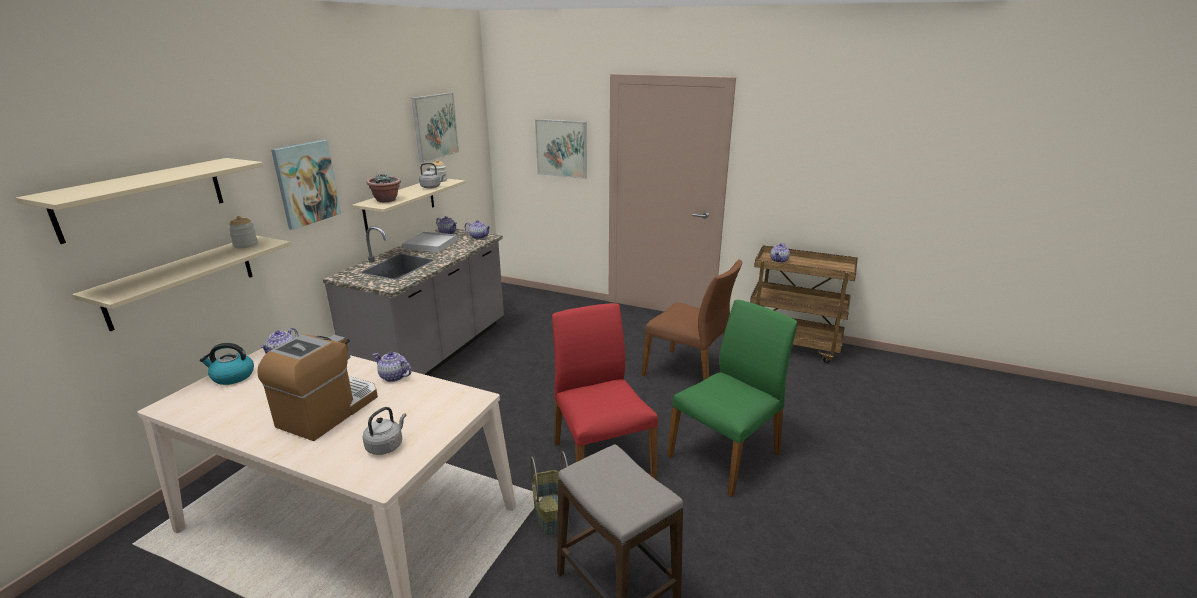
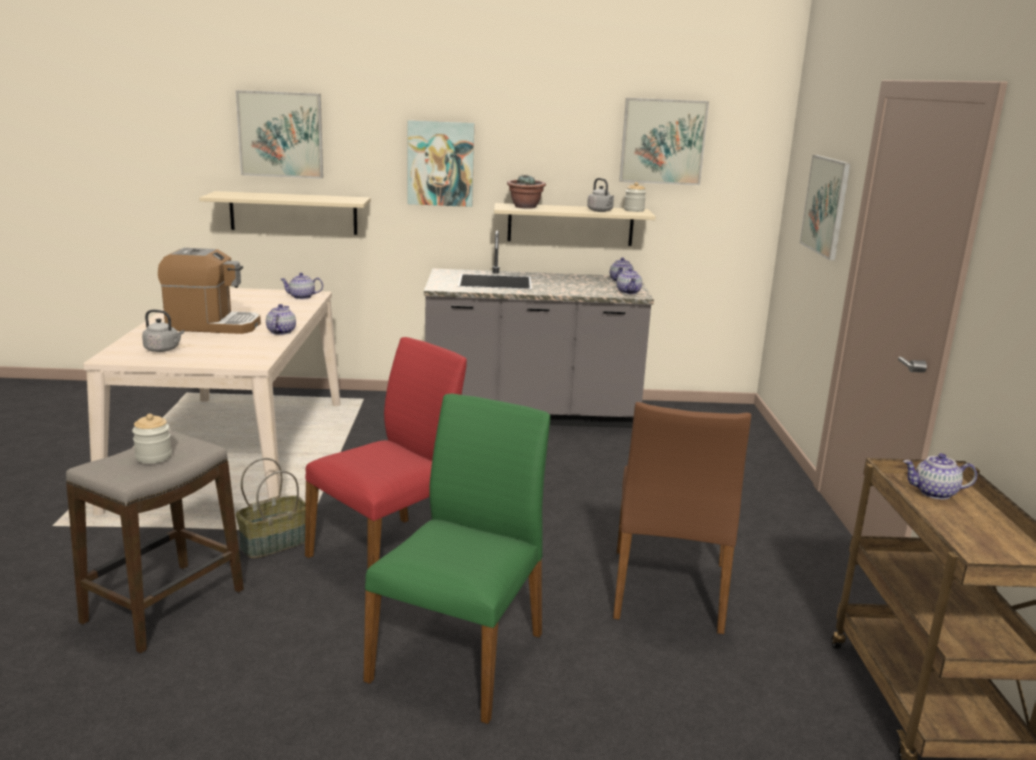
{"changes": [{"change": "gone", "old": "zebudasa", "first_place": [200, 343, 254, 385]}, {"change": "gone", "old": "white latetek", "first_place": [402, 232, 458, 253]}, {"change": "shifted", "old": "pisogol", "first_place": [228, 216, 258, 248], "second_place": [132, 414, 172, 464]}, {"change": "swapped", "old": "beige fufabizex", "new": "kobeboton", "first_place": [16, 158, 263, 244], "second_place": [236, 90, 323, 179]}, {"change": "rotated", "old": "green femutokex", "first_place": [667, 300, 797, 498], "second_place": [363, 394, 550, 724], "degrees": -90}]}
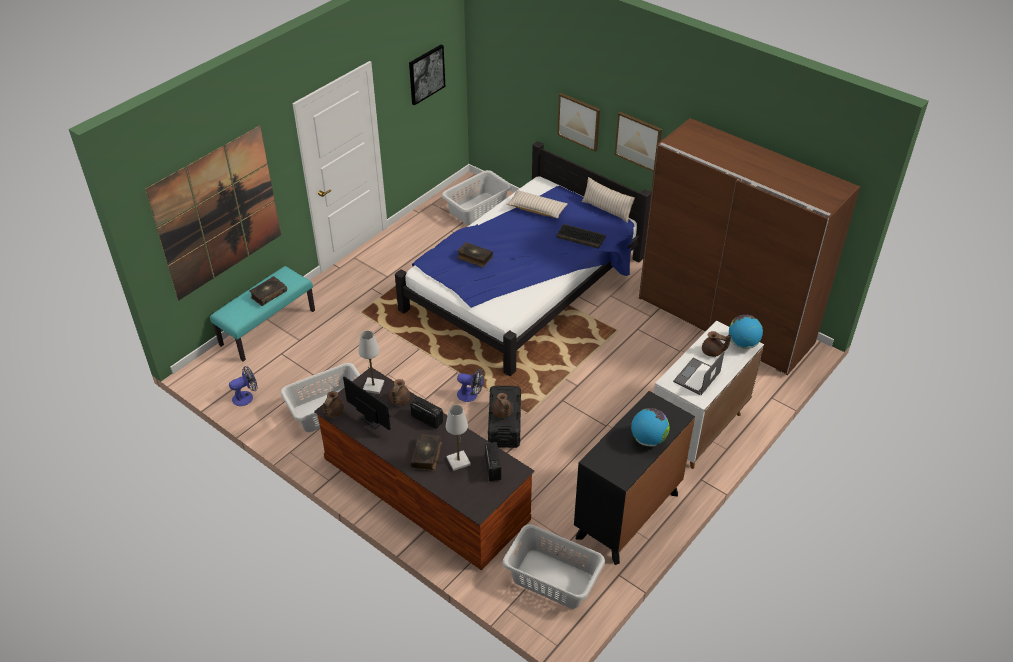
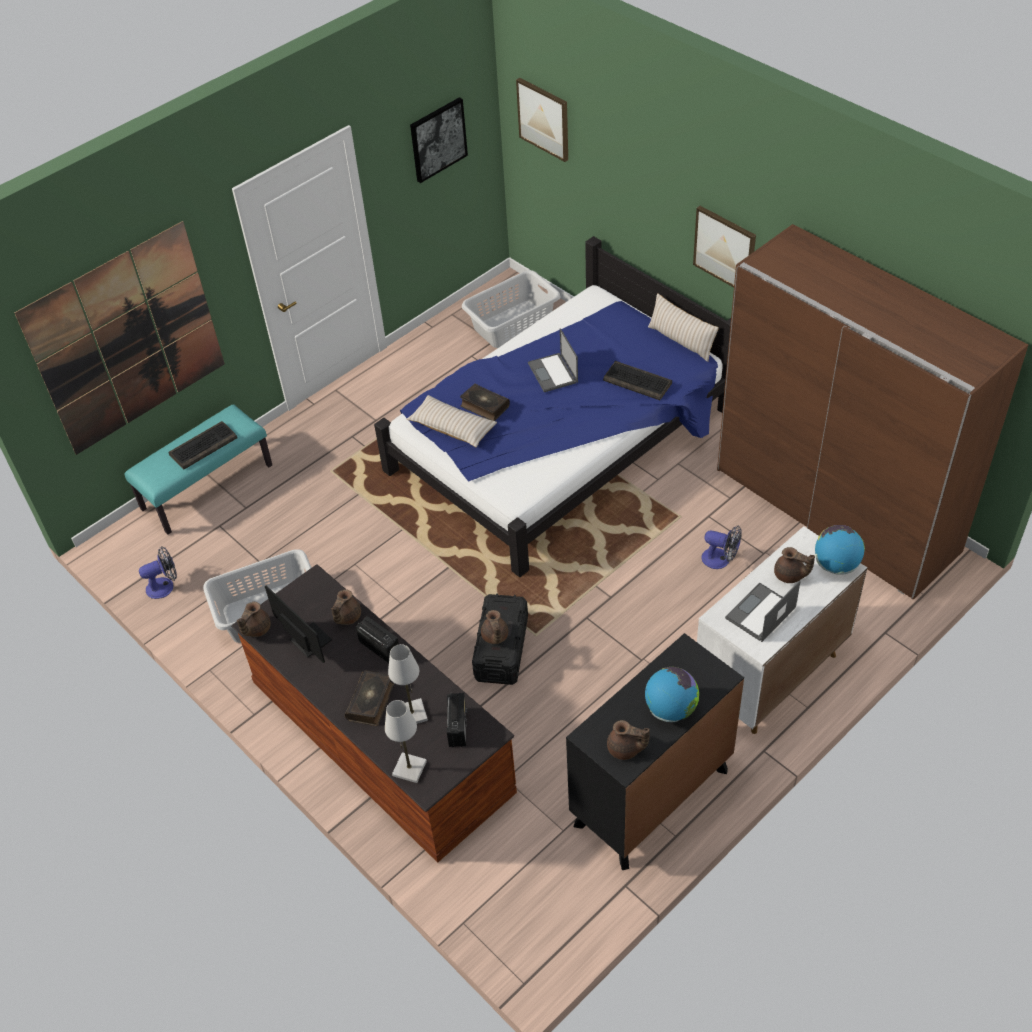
{"changes": [{"change": "gone", "old": "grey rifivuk", "first_place": [502, 524, 605, 609]}, {"change": "new", "new": "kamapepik", "second_place": [528, 328, 578, 392]}, {"change": "new", "new": "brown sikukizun", "second_place": [607, 720, 650, 760]}, {"change": "shifted", "old": "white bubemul", "first_place": [358, 331, 384, 394], "second_place": [385, 700, 427, 783]}, {"change": "shifted", "old": "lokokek", "first_place": [457, 368, 484, 402], "second_place": [701, 525, 742, 569]}, {"change": "shifted", "old": "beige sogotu", "first_place": [506, 190, 568, 219], "second_place": [407, 395, 497, 447]}, {"change": "shifted", "old": "kobeboton", "first_place": [557, 93, 600, 152], "second_place": [516, 78, 568, 162]}, {"change": "swapped", "old": "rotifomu", "new": "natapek", "first_place": [249, 276, 287, 306], "second_place": [168, 421, 238, 470]}]}
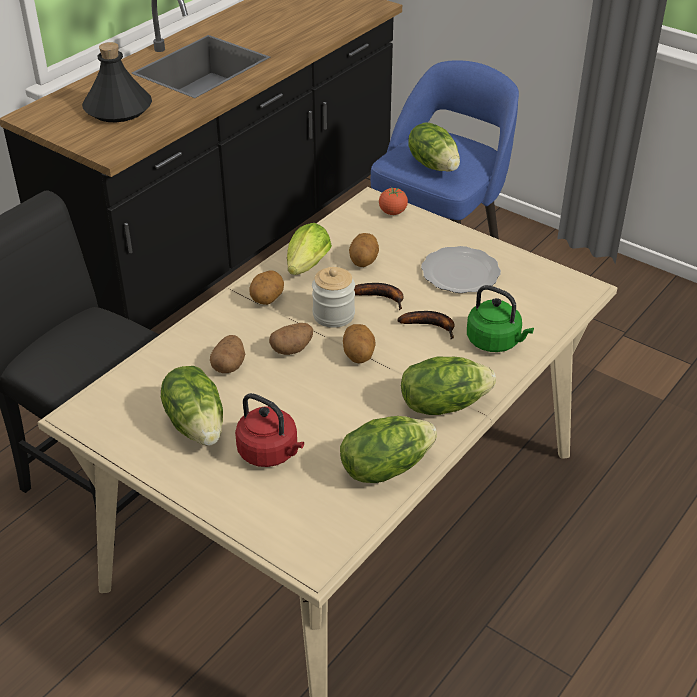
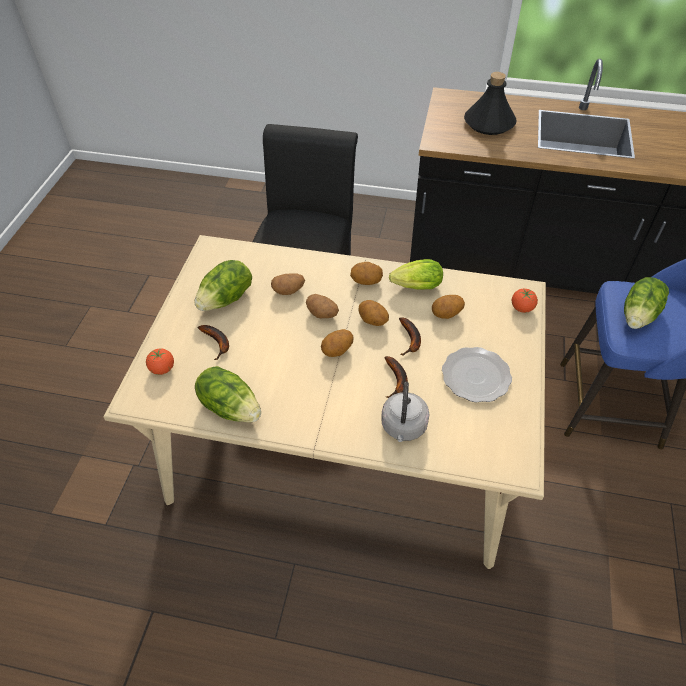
{"changes": [{"change": "gone", "old": "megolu", "first_place": [401, 356, 496, 415]}, {"change": "new", "new": "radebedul", "second_place": [146, 349, 174, 375]}, {"change": "swapped", "old": "red zebudasa", "new": "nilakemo", "first_place": [235, 393, 304, 467], "second_place": [198, 325, 229, 360]}, {"change": "swapped", "old": "pisogol", "new": "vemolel", "first_place": [312, 267, 355, 328], "second_place": [358, 300, 389, 326]}, {"change": "repainted", "old": "green zebudasa", "new": "grey zebudasa", "first_place": [467, 285, 534, 352], "second_place": [381, 382, 429, 442]}]}
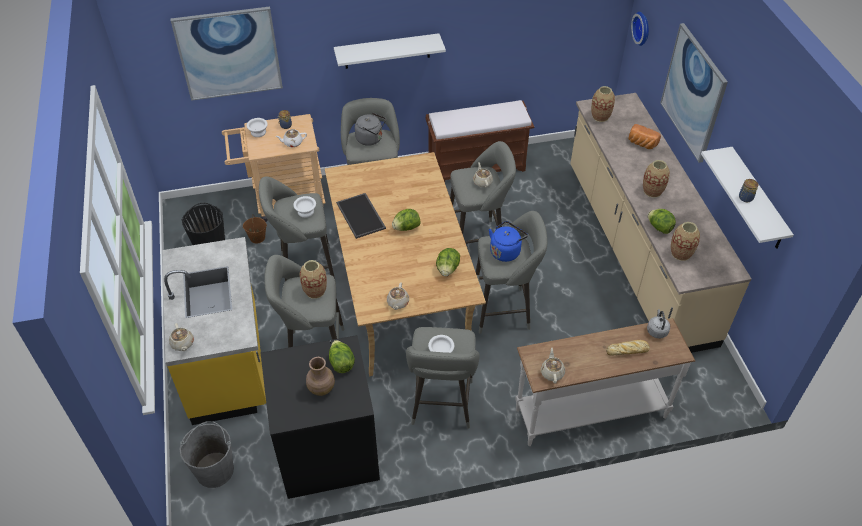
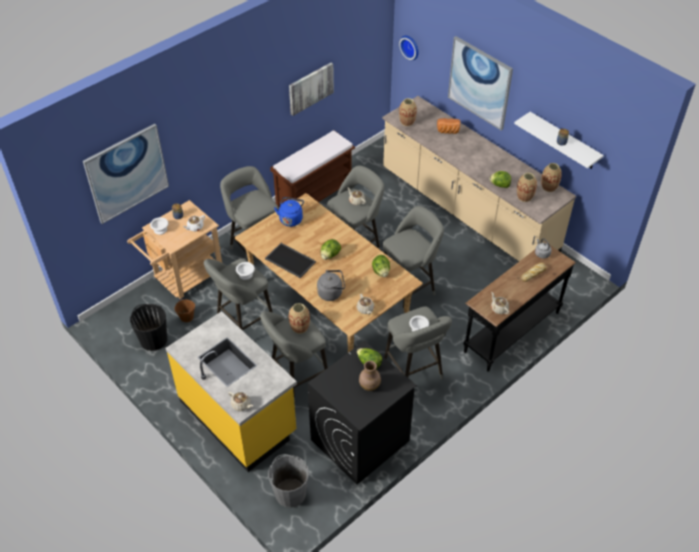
{"changes": [{"change": "gone", "old": "white fufabizex", "first_place": [334, 33, 446, 69]}, {"change": "new", "new": "kobeboton", "second_place": [289, 63, 334, 116]}, {"change": "shifted", "old": "grey zebudasa", "first_place": [355, 113, 386, 146], "second_place": [317, 270, 345, 301]}, {"change": "shifted", "old": "blue zebudasa", "first_place": [489, 221, 528, 262], "second_place": [274, 197, 304, 227]}, {"change": "shifted", "old": "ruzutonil", "first_place": [643, 160, 670, 198], "second_place": [541, 163, 562, 192]}, {"change": "repainted", "old": "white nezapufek", "new": "black nezapufek", "first_place": [515, 318, 695, 446], "second_place": [463, 242, 576, 372]}]}
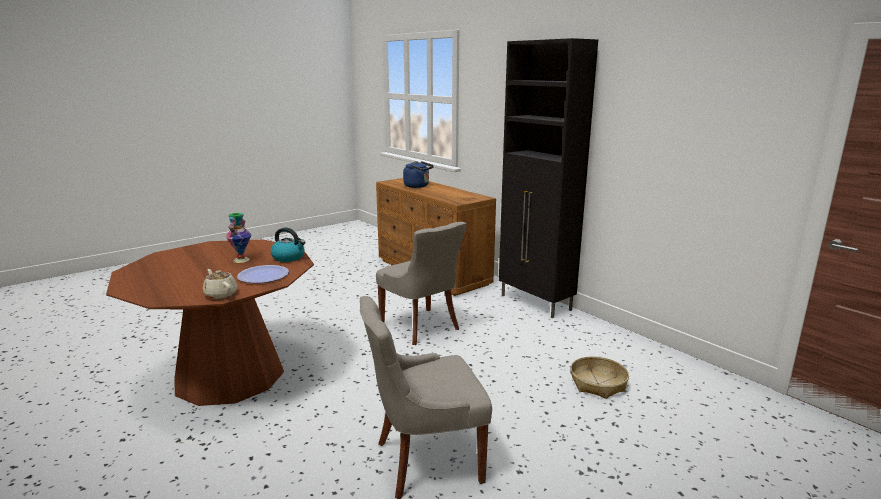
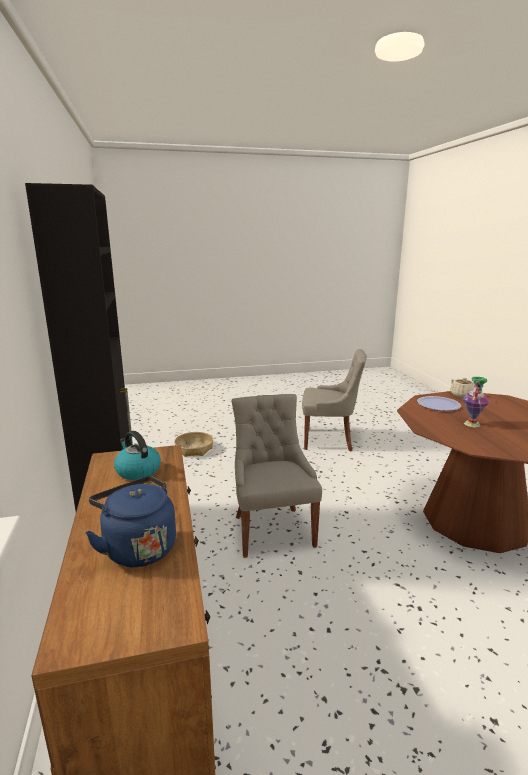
{"changes": [{"change": "shifted", "old": "zebudasa", "first_place": [271, 227, 305, 262], "second_place": [114, 431, 161, 480]}]}
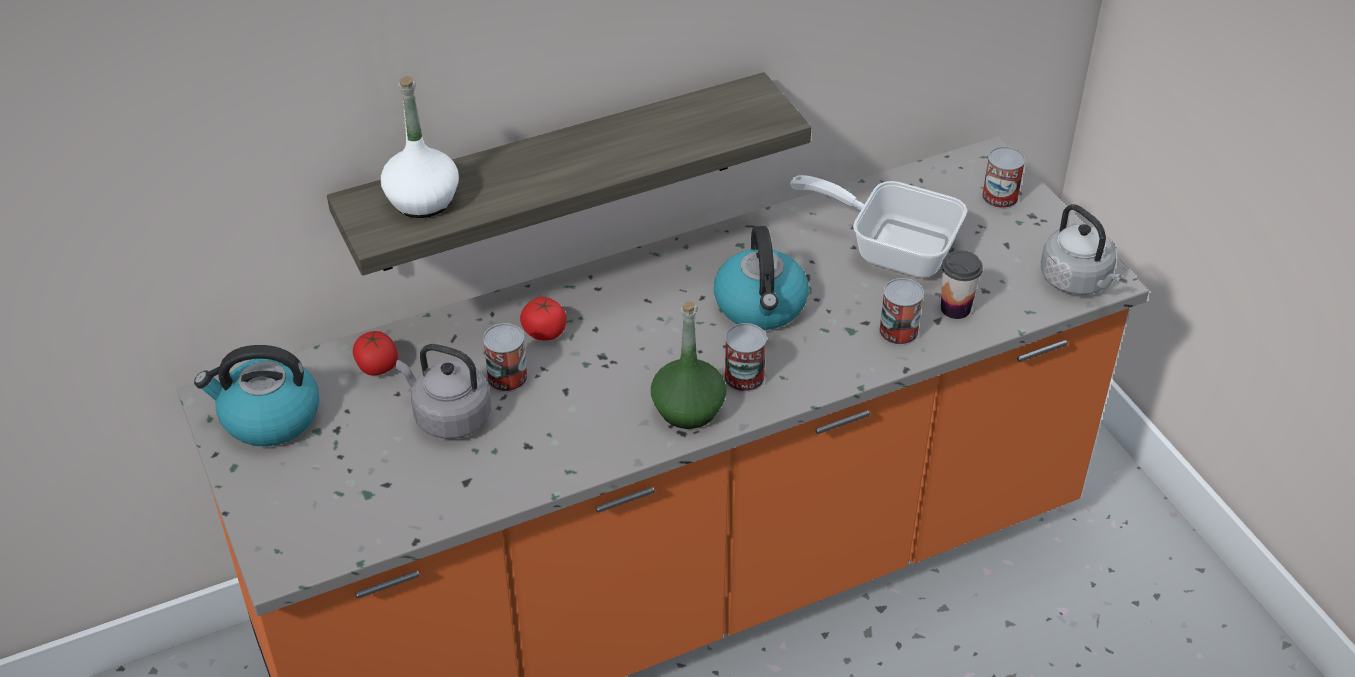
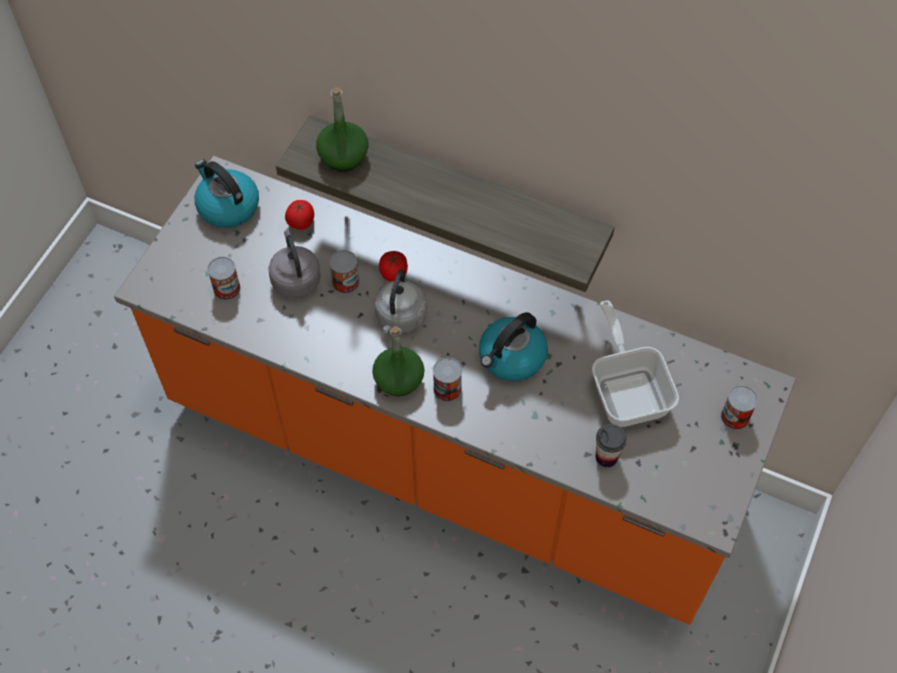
{"changes": [{"change": "shifted", "old": "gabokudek", "first_place": [879, 278, 924, 345], "second_place": [207, 257, 241, 300]}, {"change": "shifted", "old": "grey zebudasa", "first_place": [1041, 204, 1122, 295], "second_place": [375, 269, 427, 333]}, {"change": "repainted", "old": "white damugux", "new": "green damugux", "first_place": [381, 76, 459, 218], "second_place": [316, 87, 369, 171]}]}
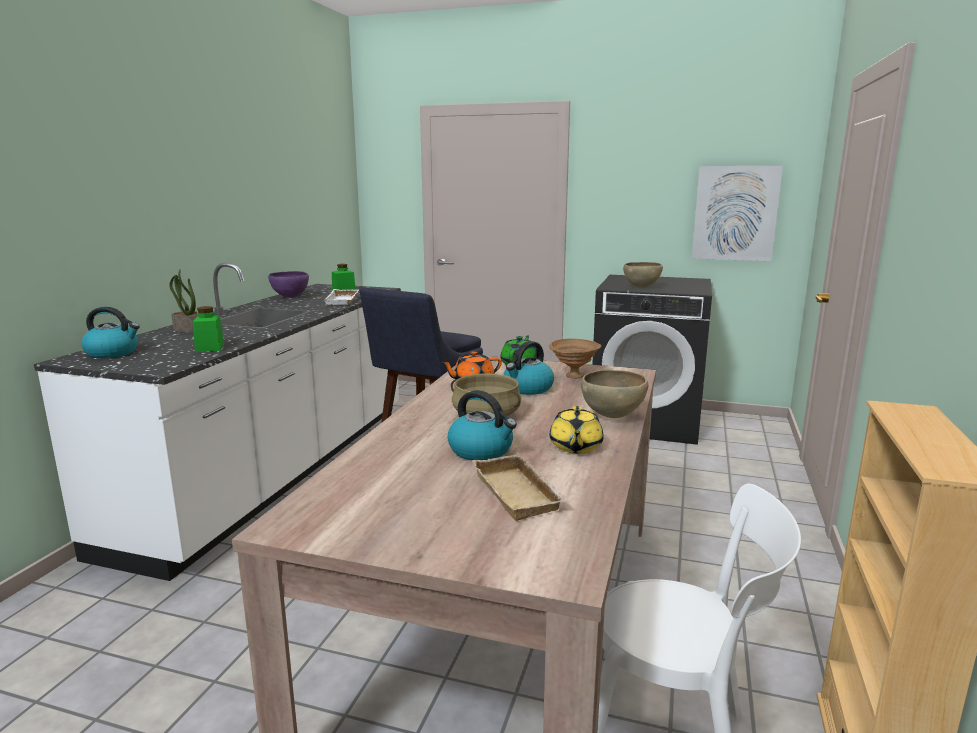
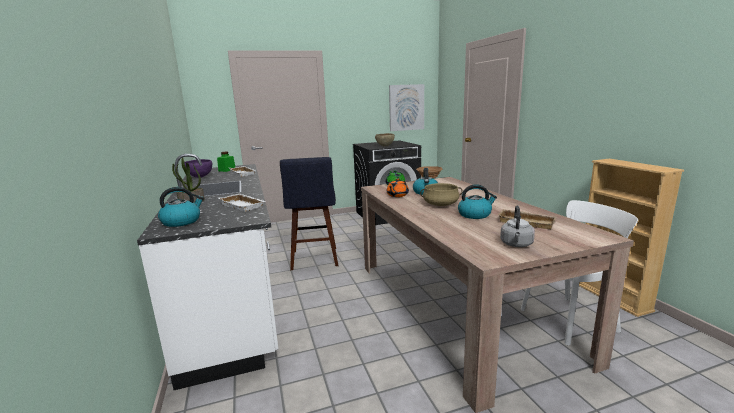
{"changes": [{"change": "gone", "old": "yellow sikukizun", "first_place": [550, 406, 604, 454]}, {"change": "gone", "old": "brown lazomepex", "first_place": [581, 370, 648, 418]}, {"change": "new", "new": "grey zebudasa", "second_place": [500, 205, 535, 247]}, {"change": "swapped", "old": "green pisogol", "new": "white latetek", "first_place": [193, 306, 224, 352], "second_place": [219, 194, 266, 212]}]}
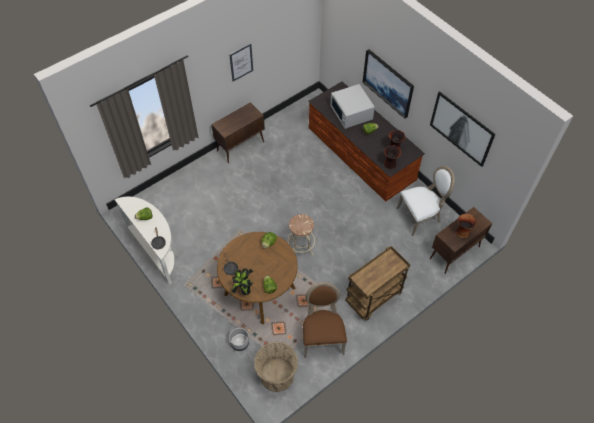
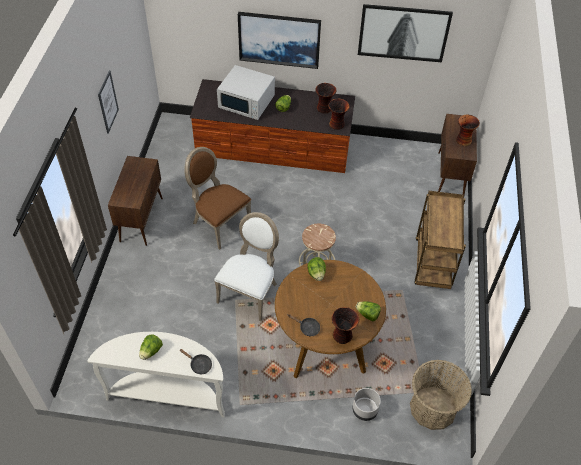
{"changes": [{"change": "shifted", "old": "brown femutokex", "first_place": [303, 282, 347, 358], "second_place": [184, 147, 251, 250]}, {"change": "shifted", "old": "white femutokex", "first_place": [396, 166, 455, 236], "second_place": [214, 212, 279, 321]}, {"change": "swapped", "old": "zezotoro", "new": "ruzutonil", "first_place": [231, 268, 253, 295], "second_place": [332, 307, 359, 344]}]}
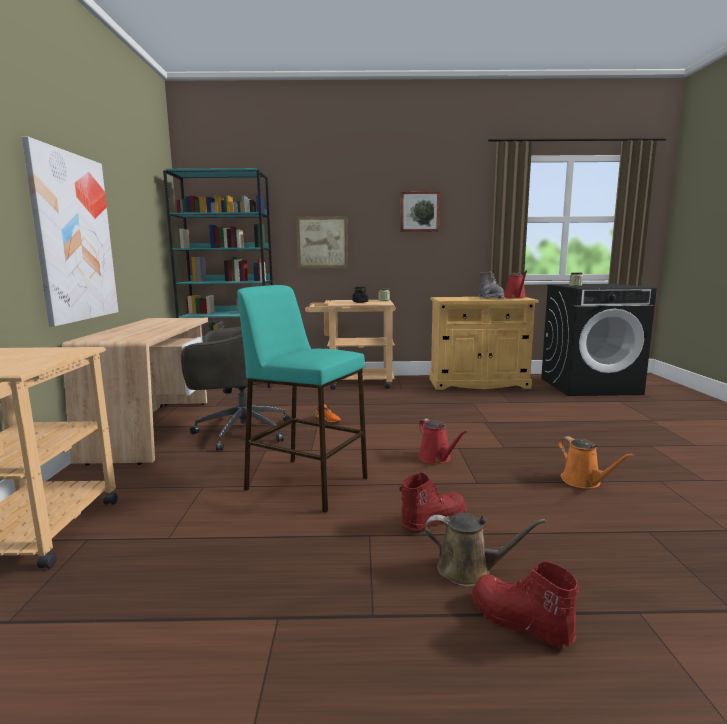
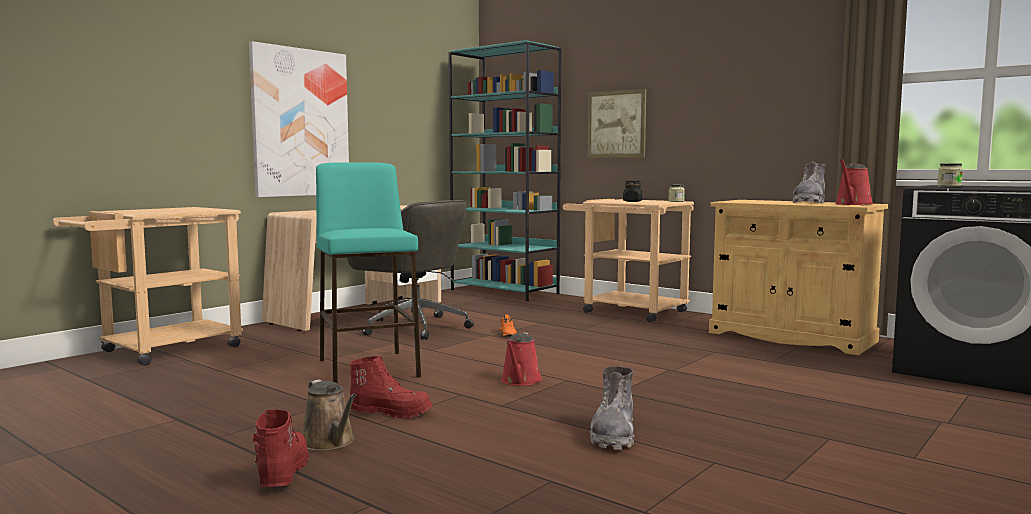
{"changes": [{"change": "gone", "old": "kobeboton", "first_place": [400, 191, 440, 232]}, {"change": "swapped", "old": "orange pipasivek", "new": "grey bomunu", "first_place": [558, 436, 634, 489], "second_place": [589, 366, 634, 450]}]}
